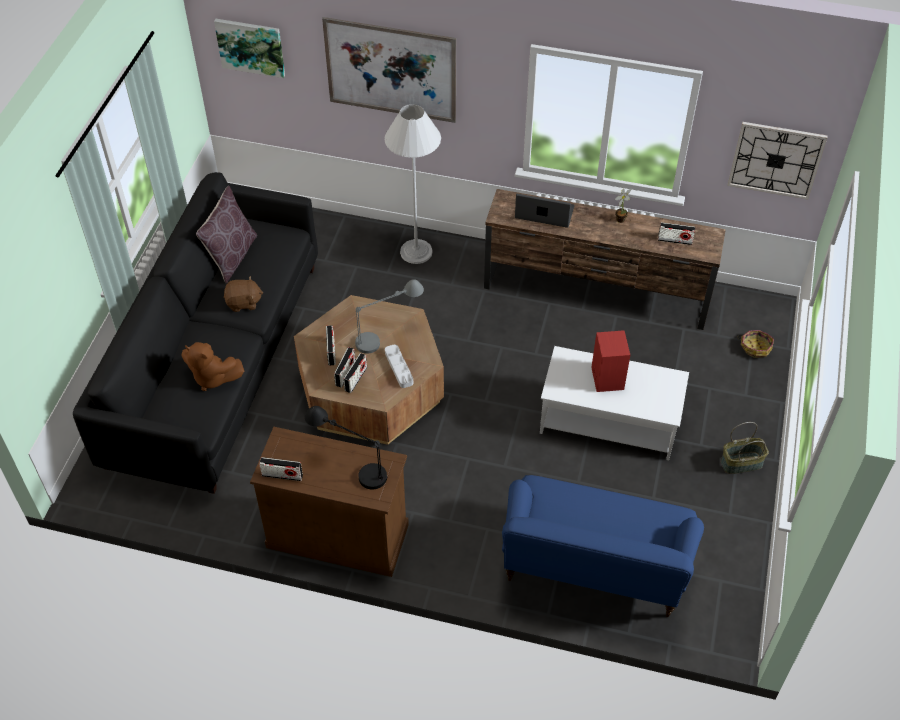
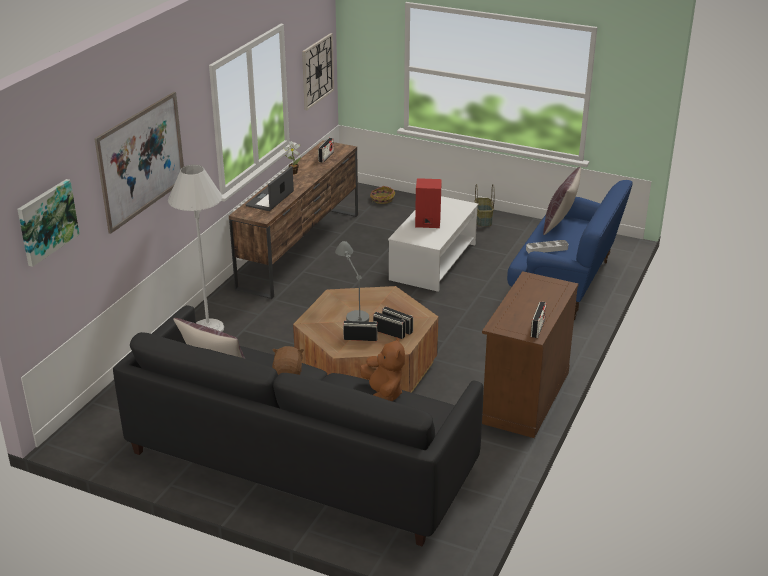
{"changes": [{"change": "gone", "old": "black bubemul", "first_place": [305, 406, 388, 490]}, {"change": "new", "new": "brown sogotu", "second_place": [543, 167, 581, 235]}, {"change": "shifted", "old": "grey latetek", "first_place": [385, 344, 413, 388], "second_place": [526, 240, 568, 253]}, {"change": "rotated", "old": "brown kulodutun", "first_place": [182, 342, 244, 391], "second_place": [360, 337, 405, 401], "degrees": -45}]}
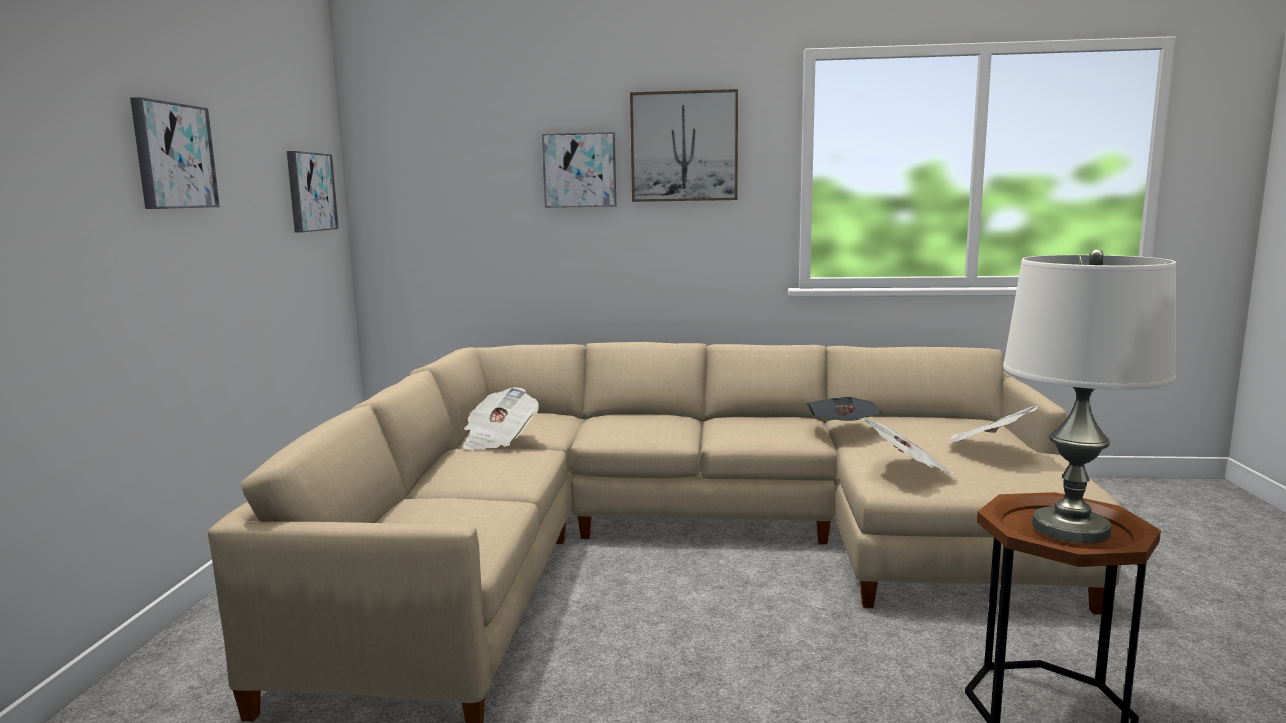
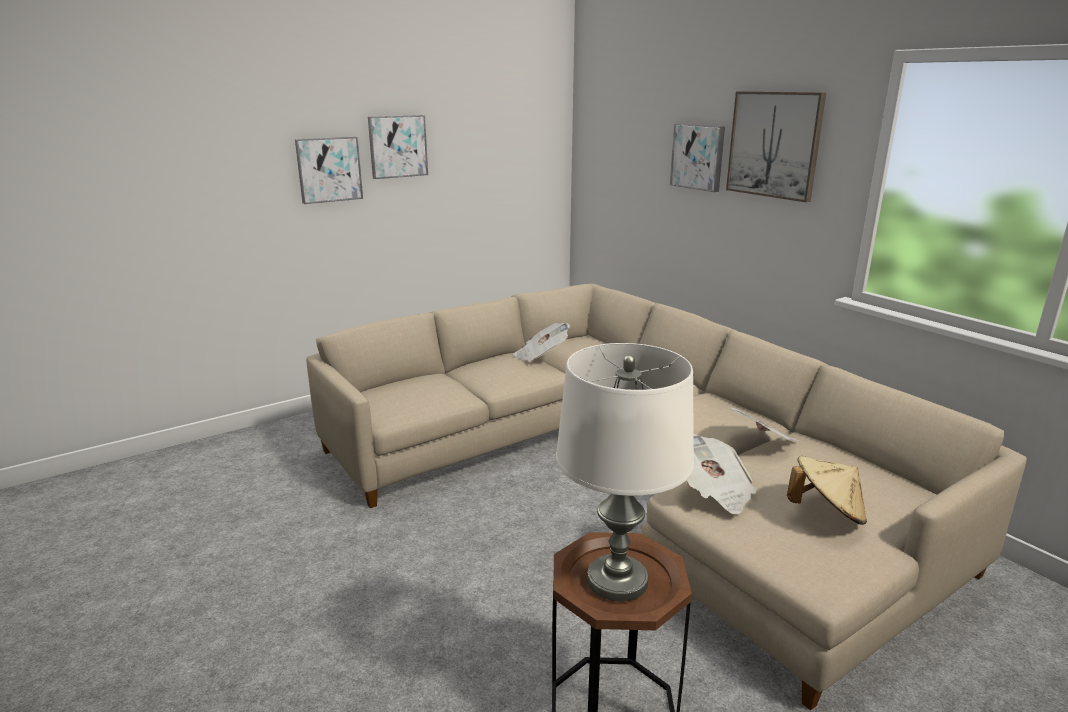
{"changes": [{"change": "shifted", "old": "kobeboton", "first_place": [287, 151, 339, 232], "second_place": [295, 137, 363, 204]}, {"change": "swapped", "old": "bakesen", "new": "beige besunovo", "first_place": [949, 406, 1038, 444], "second_place": [787, 456, 867, 525]}]}
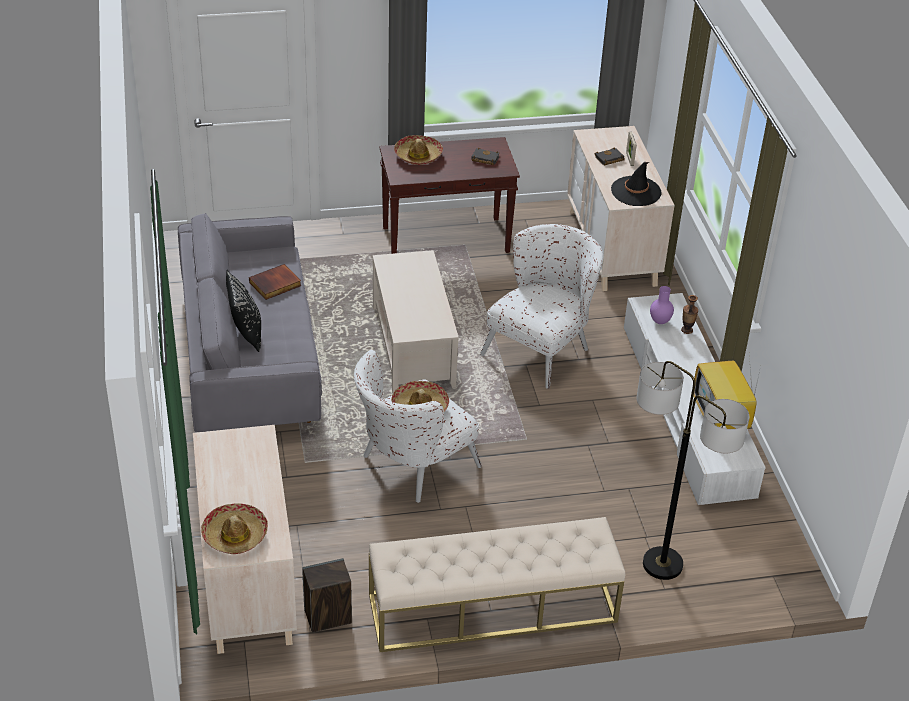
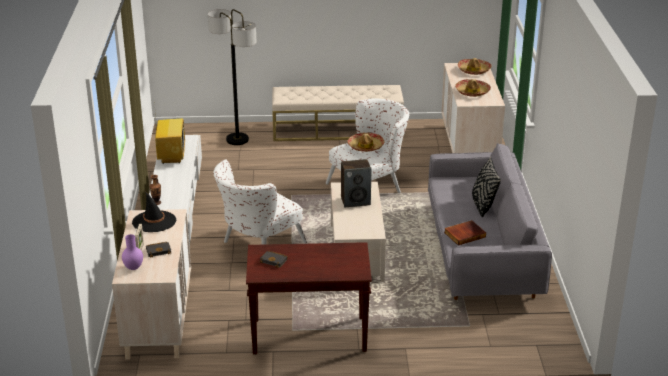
{"changes": [{"change": "shifted", "old": "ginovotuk", "first_place": [302, 558, 352, 633], "second_place": [341, 159, 371, 207]}, {"change": "shifted", "old": "besunovo", "first_place": [394, 135, 443, 165], "second_place": [455, 79, 491, 97]}, {"change": "shifted", "old": "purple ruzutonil", "first_place": [650, 286, 674, 324], "second_place": [122, 234, 143, 270]}]}
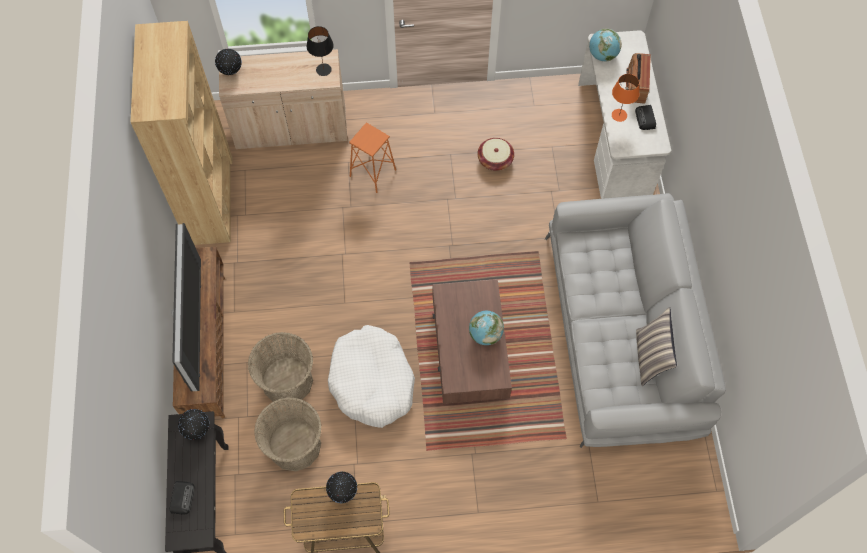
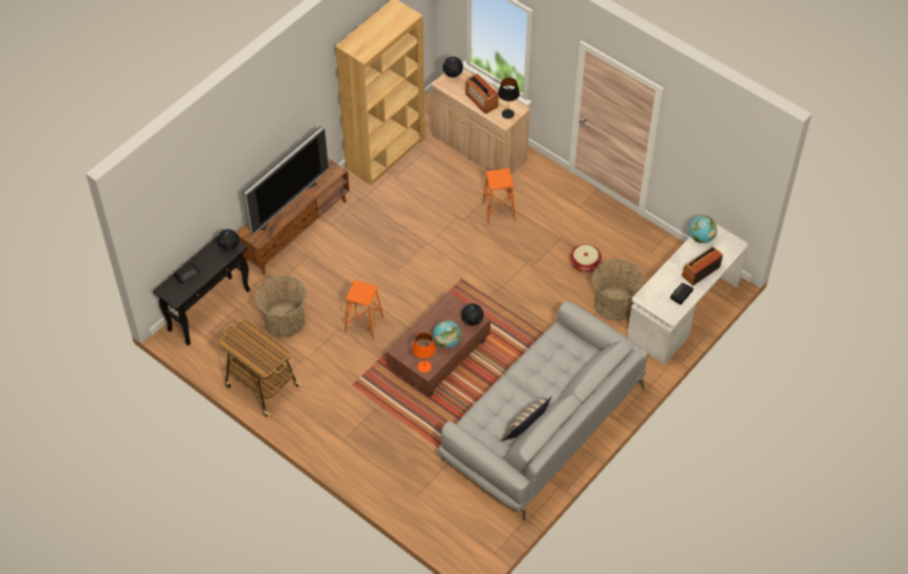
{"changes": [{"change": "new", "new": "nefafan", "second_place": [465, 73, 499, 114]}, {"change": "shifted", "old": "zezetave", "first_place": [248, 332, 313, 405], "second_place": [592, 259, 643, 321]}, {"change": "shifted", "old": "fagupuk", "first_place": [326, 472, 357, 503], "second_place": [461, 303, 484, 326]}, {"change": "shifted", "old": "orange bubemul", "first_place": [612, 74, 639, 122], "second_place": [412, 332, 436, 372]}, {"change": "swapped", "old": "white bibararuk", "new": "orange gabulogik", "first_place": [328, 325, 415, 428], "second_place": [345, 280, 384, 340]}]}
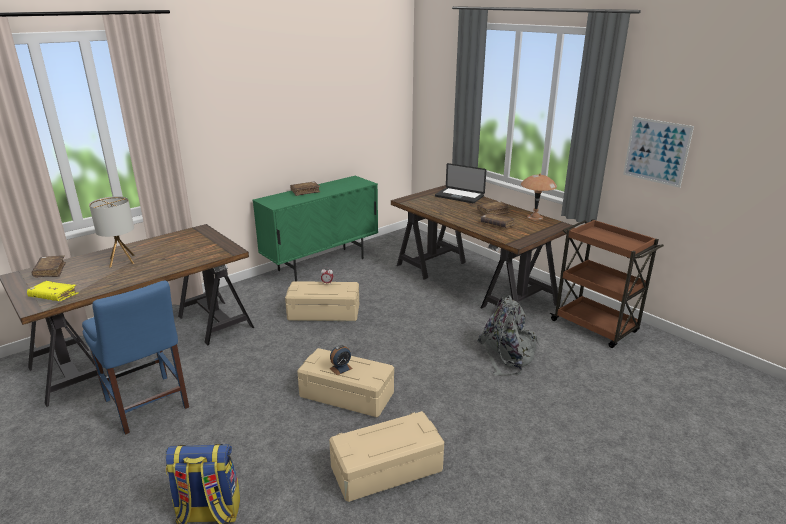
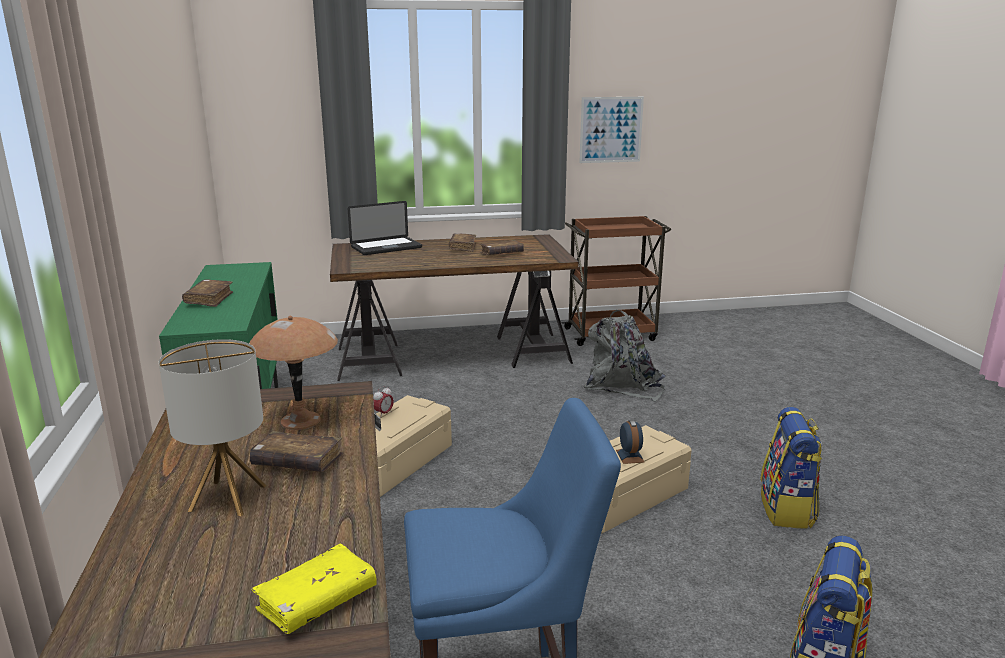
{"changes": [{"change": "shifted", "old": "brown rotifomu", "first_place": [31, 255, 66, 277], "second_place": [250, 431, 343, 472]}, {"change": "shifted", "old": "brown bubemul", "first_place": [521, 174, 557, 221], "second_place": [249, 316, 338, 430]}, {"change": "swapped", "old": "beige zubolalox", "new": "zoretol", "first_place": [329, 411, 444, 502], "second_place": [760, 407, 822, 529]}]}
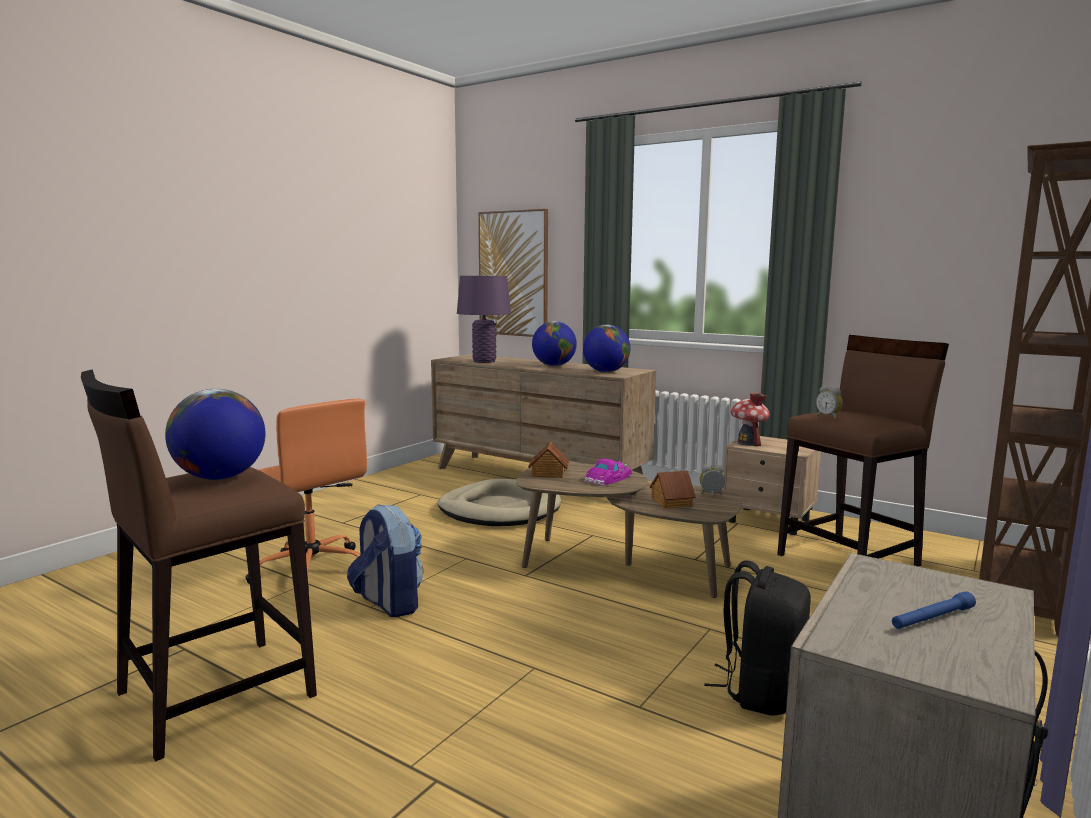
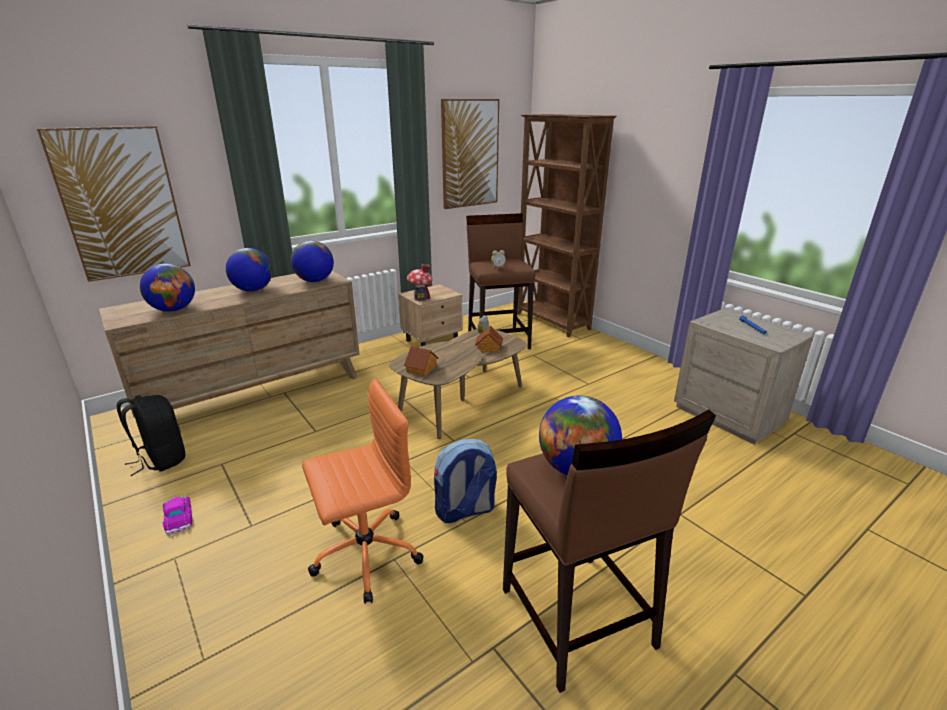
{"changes": [{"change": "gone", "old": "beige bibararuk", "first_place": [438, 479, 561, 526]}, {"change": "new", "new": "kobeboton", "second_place": [441, 99, 499, 209]}, {"change": "shifted", "old": "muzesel", "first_place": [584, 459, 632, 485], "second_place": [163, 495, 192, 536]}, {"change": "shifted", "old": "black zoretol", "first_place": [704, 560, 811, 715], "second_place": [117, 395, 185, 476]}, {"change": "swapped", "old": "purple bubemul", "new": "fagupuk", "first_place": [457, 276, 511, 363], "second_place": [140, 264, 195, 312]}]}
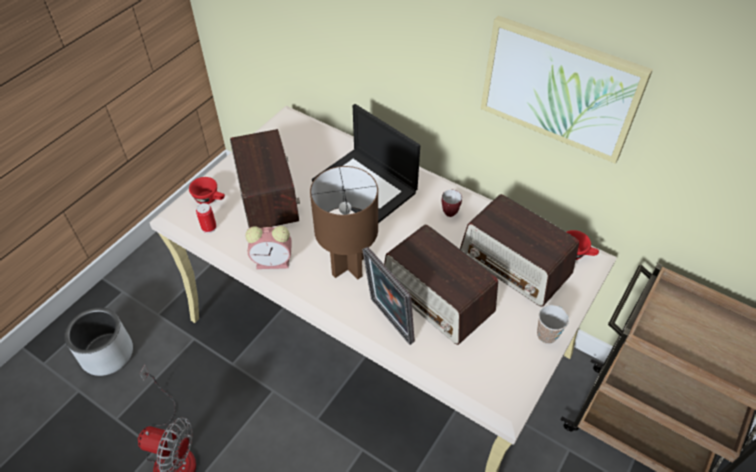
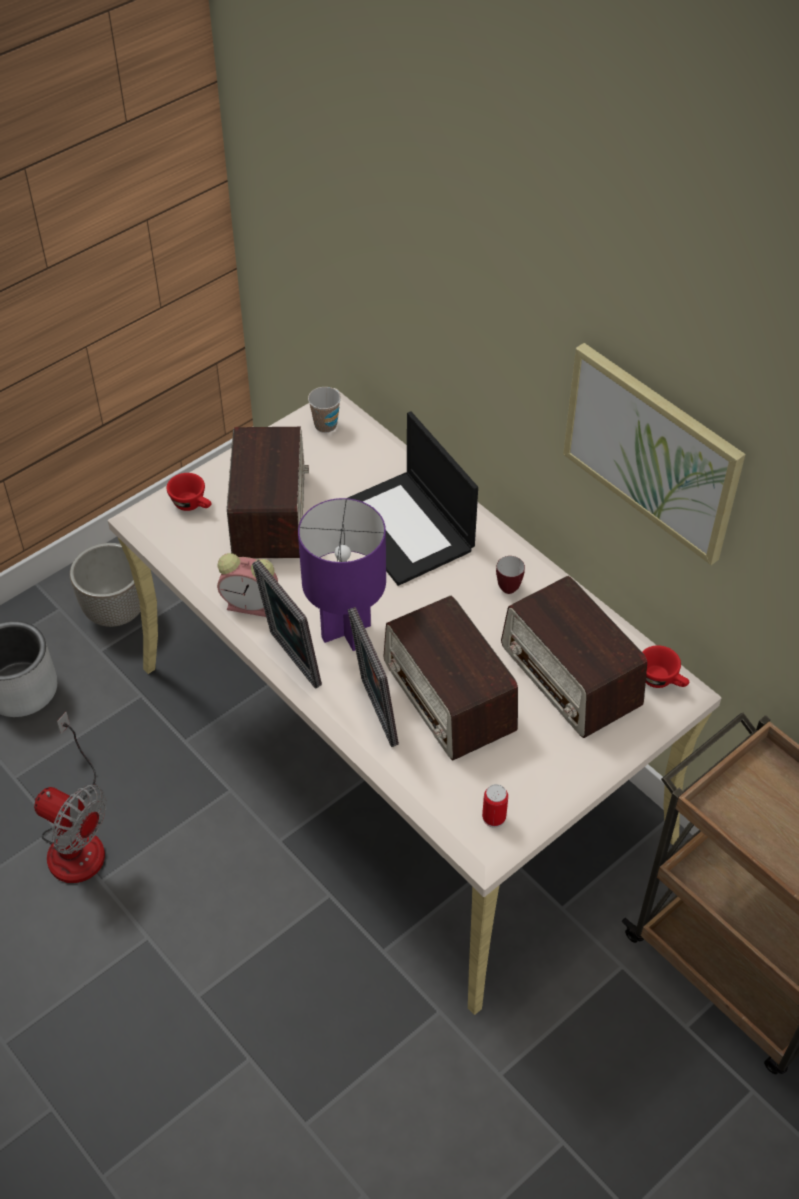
{"changes": [{"change": "new", "new": "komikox", "second_place": [70, 543, 140, 627]}, {"change": "new", "new": "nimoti", "second_place": [252, 560, 322, 689]}, {"change": "shifted", "old": "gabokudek", "first_place": [196, 203, 216, 233], "second_place": [482, 784, 508, 828]}, {"change": "shifted", "old": "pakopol", "first_place": [537, 305, 569, 344], "second_place": [308, 387, 341, 433]}, {"change": "repainted", "old": "brown bubemul", "new": "purple bubemul", "first_place": [310, 166, 378, 279], "second_place": [298, 498, 386, 651]}]}
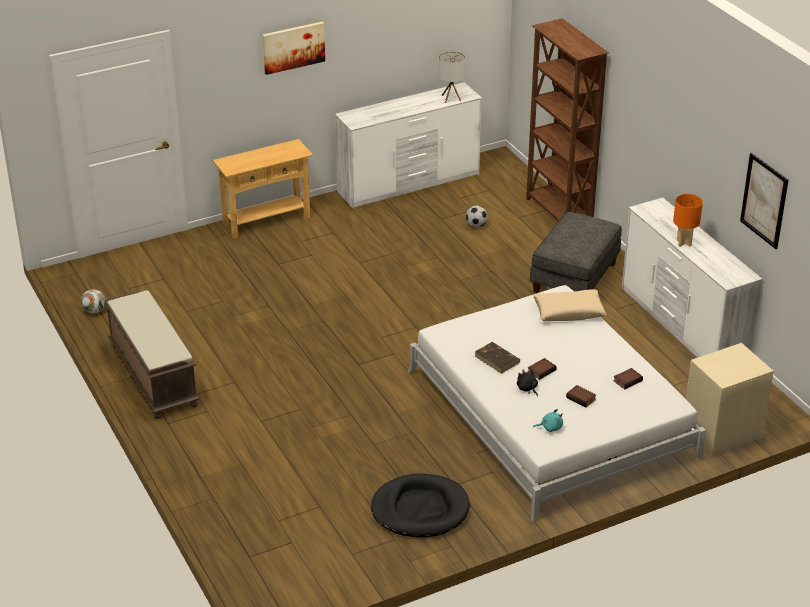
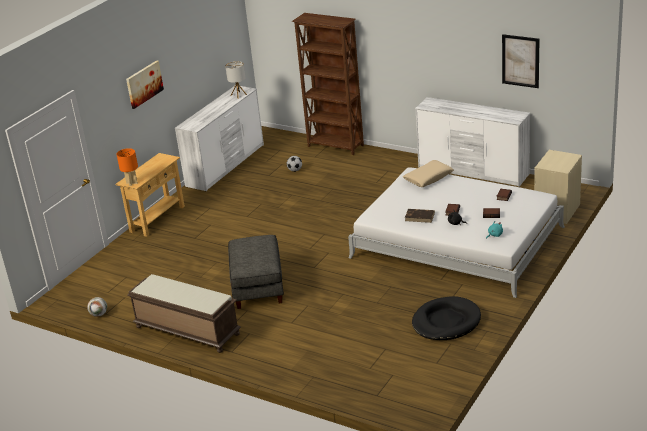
{"changes": [{"change": "shifted", "old": "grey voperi", "first_place": [530, 212, 622, 293], "second_place": [228, 235, 284, 309]}, {"change": "shifted", "old": "orange bubemul", "first_place": [673, 194, 703, 247], "second_place": [117, 148, 138, 186]}]}
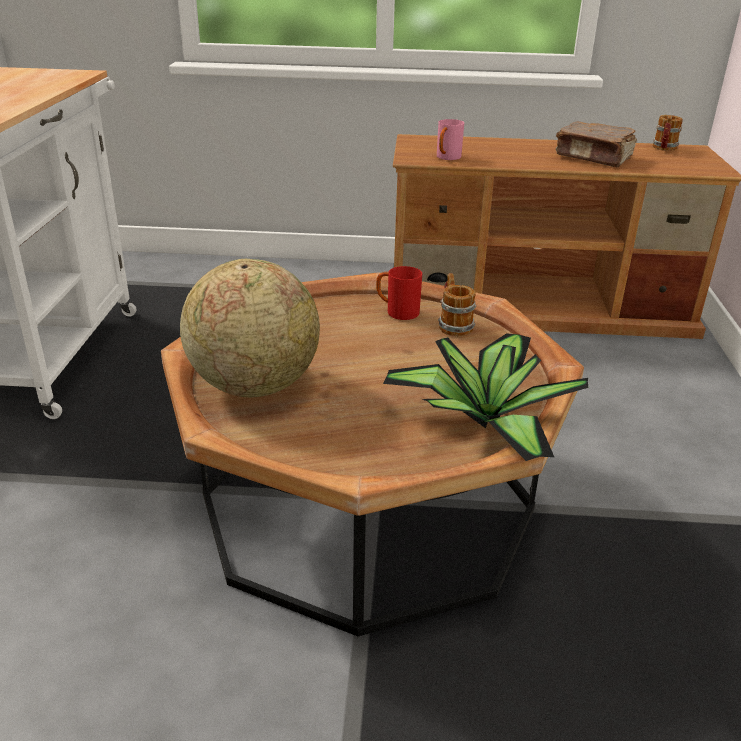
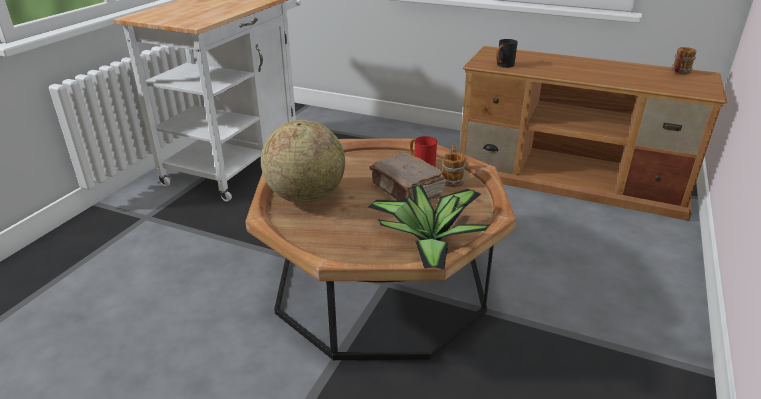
{"changes": [{"change": "shifted", "old": "brown rotifomu", "first_place": [556, 122, 637, 167], "second_place": [369, 152, 446, 201]}, {"change": "repainted", "old": "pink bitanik", "new": "black bitanik", "first_place": [437, 119, 464, 160], "second_place": [496, 39, 518, 68]}]}
